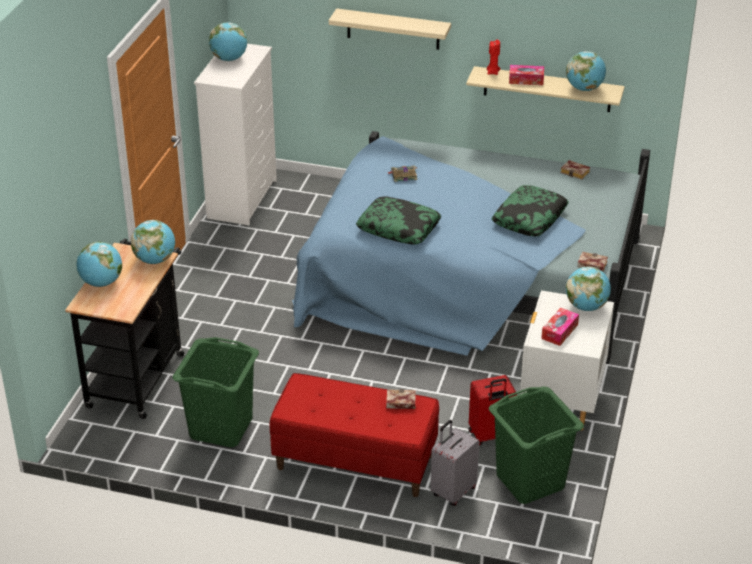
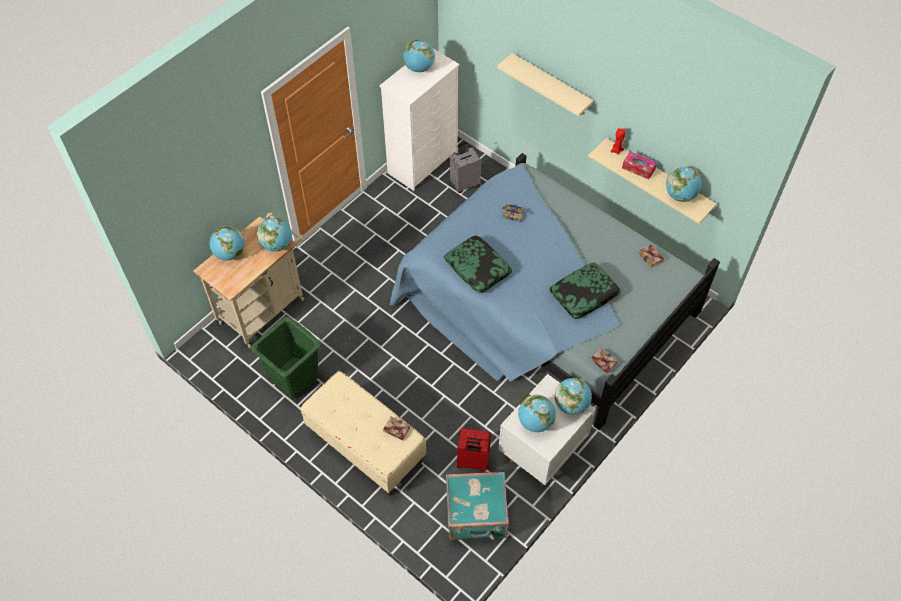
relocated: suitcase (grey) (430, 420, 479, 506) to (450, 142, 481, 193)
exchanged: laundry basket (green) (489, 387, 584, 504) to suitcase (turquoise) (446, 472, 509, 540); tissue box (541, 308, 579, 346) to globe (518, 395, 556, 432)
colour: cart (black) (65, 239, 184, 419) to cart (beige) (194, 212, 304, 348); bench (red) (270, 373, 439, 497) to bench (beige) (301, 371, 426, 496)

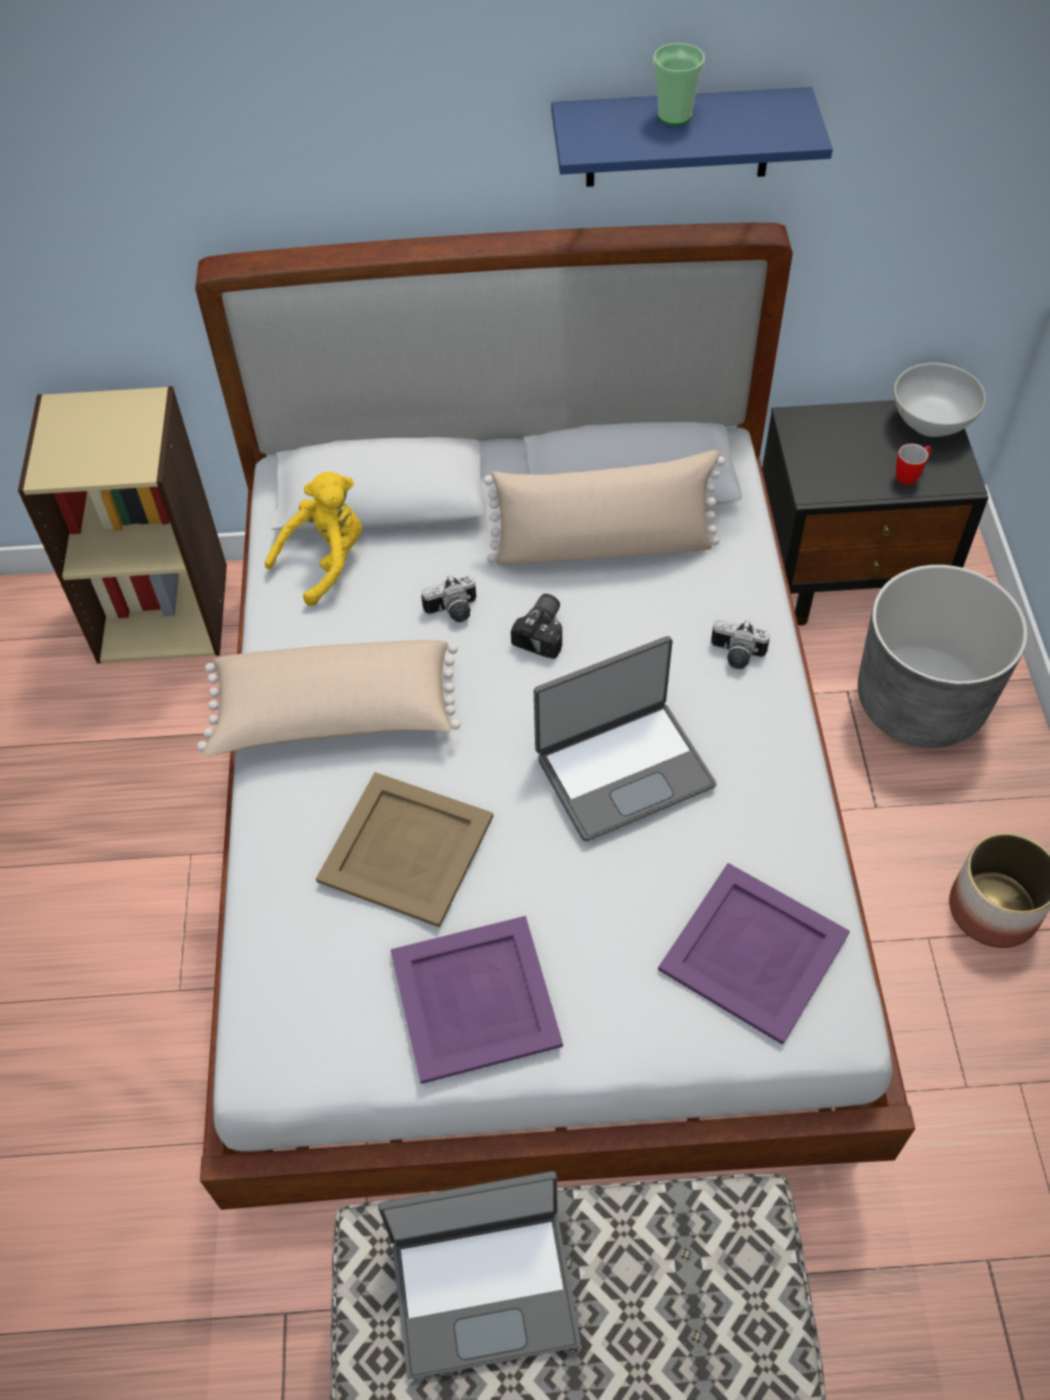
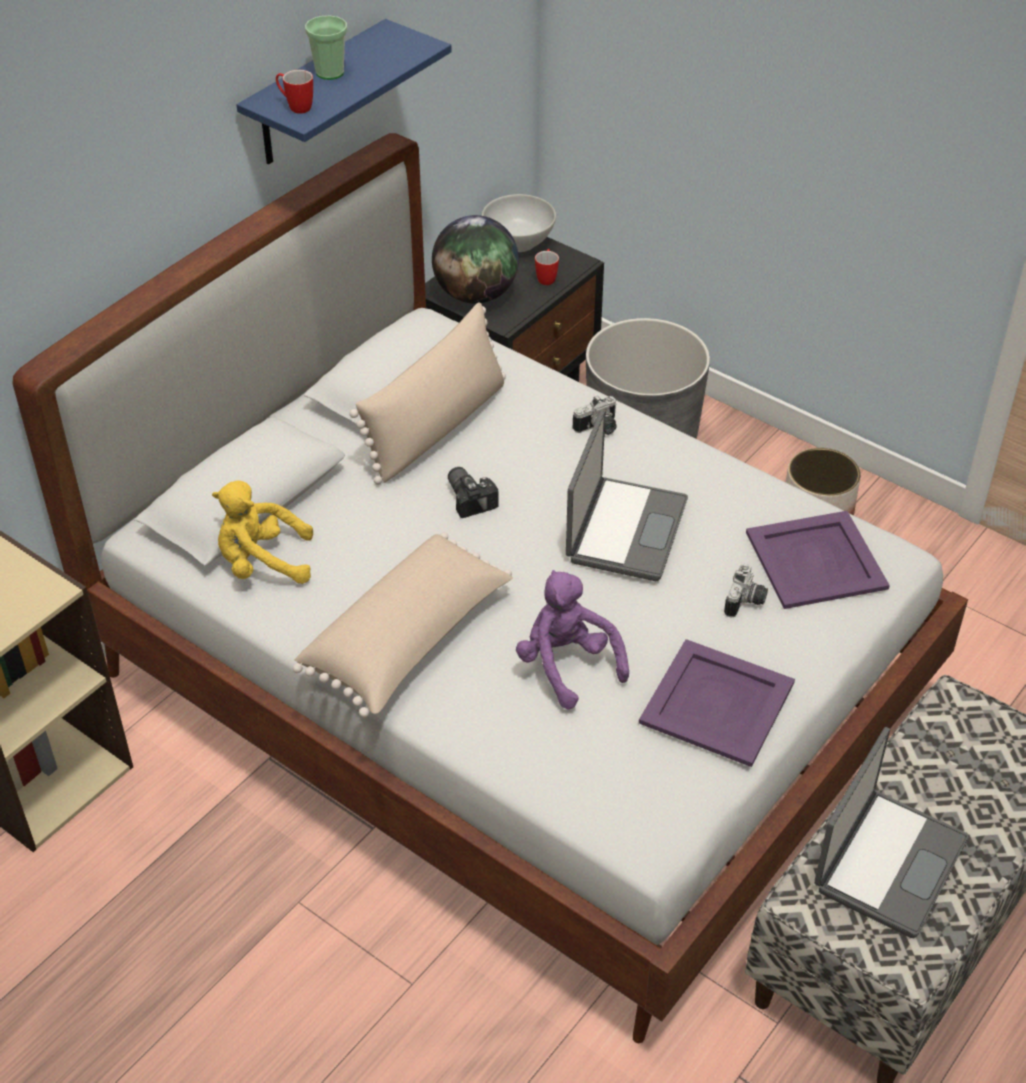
appeared: mug (276, 70, 313, 114); globe (432, 215, 519, 304)
relocated: photo camera (421, 575, 476, 622) to (724, 564, 768, 618)
exchanged: tray (beige) (316, 772, 493, 928) to plush toy (purple) (516, 570, 629, 710)
spun: plush toy (yellow) (265, 472, 362, 606) = (212, 480, 313, 584) 90 degrees counterclockwise

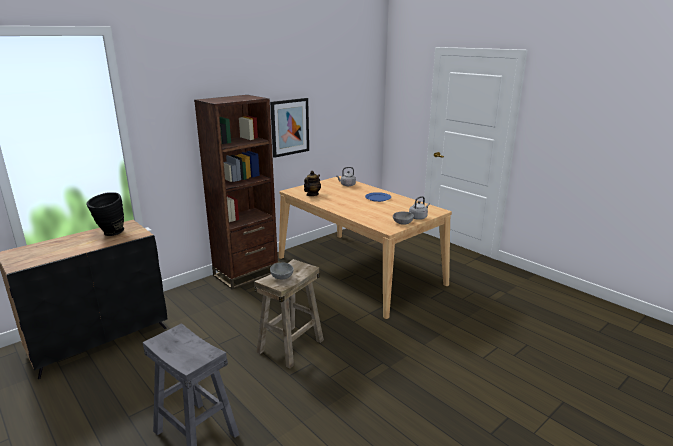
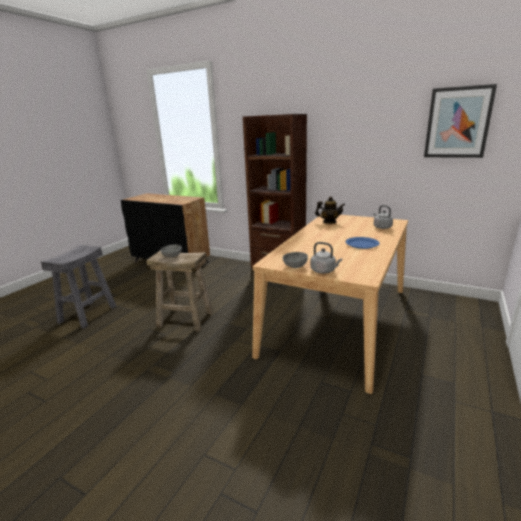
missing: vase (black) (86, 192, 124, 236)
relocated: picture (270, 98, 309, 158) to (424, 84, 497, 158)

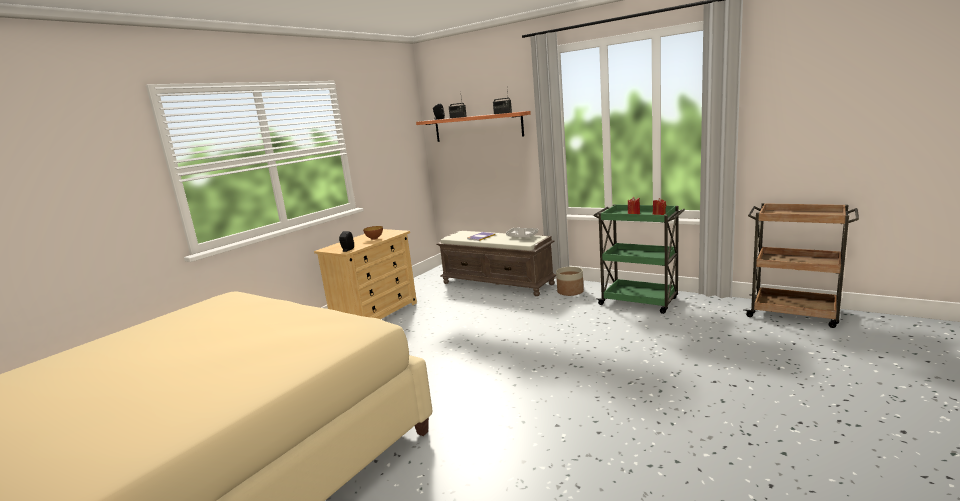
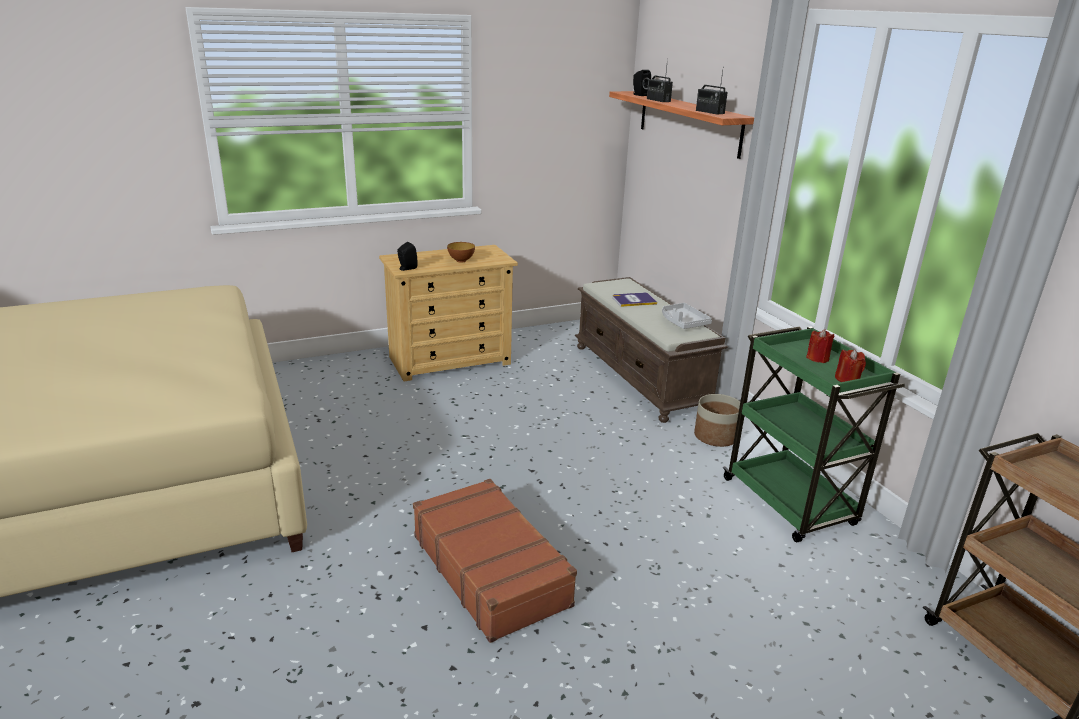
appeared: suitcase (brown) (413, 479, 577, 643)

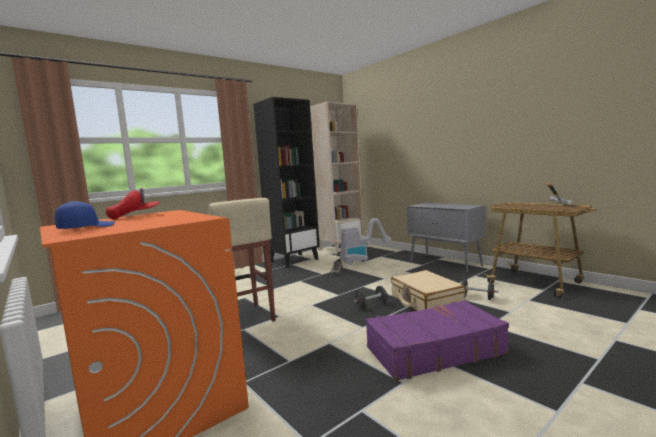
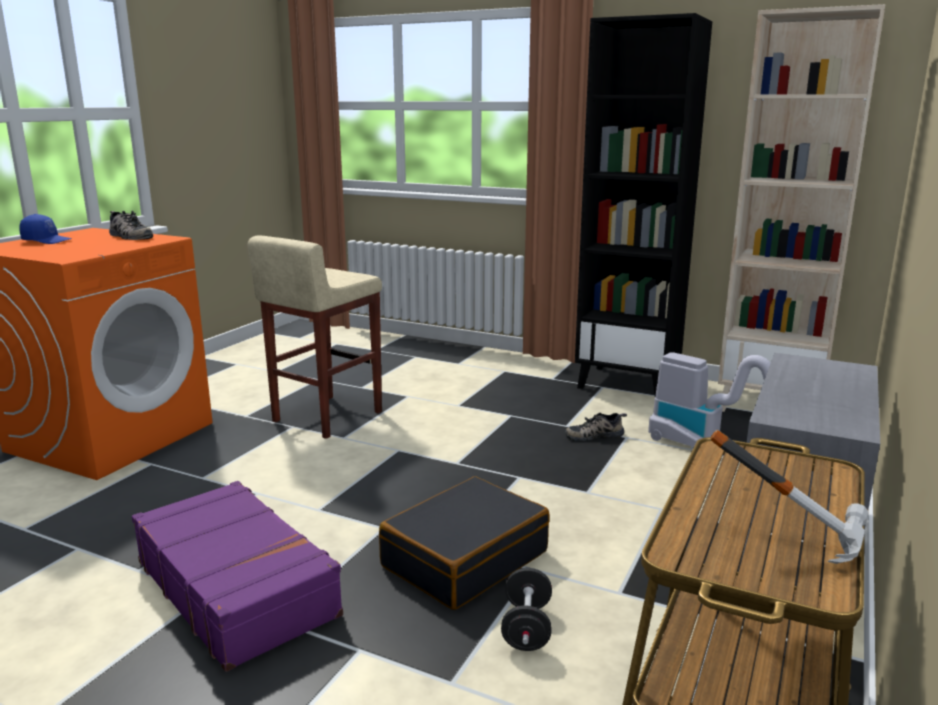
missing: dumbbell (black) (354, 286, 388, 309)
exchanged: cap (red) (105, 188, 160, 219) to shoe (109, 210, 153, 240)
colour: suitcase (beige) (391, 270, 466, 311) to suitcase (black) (379, 477, 550, 610)

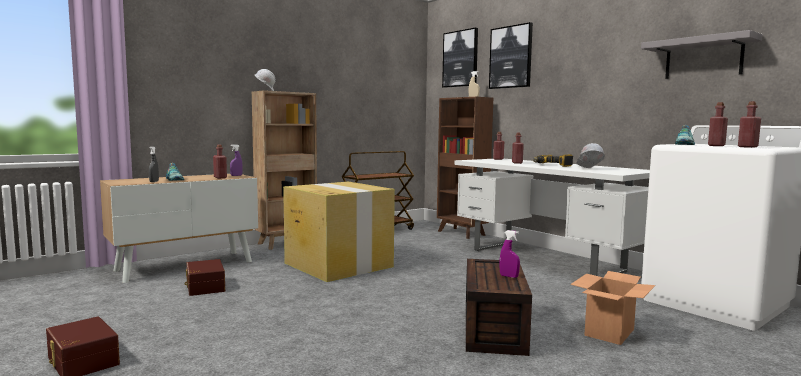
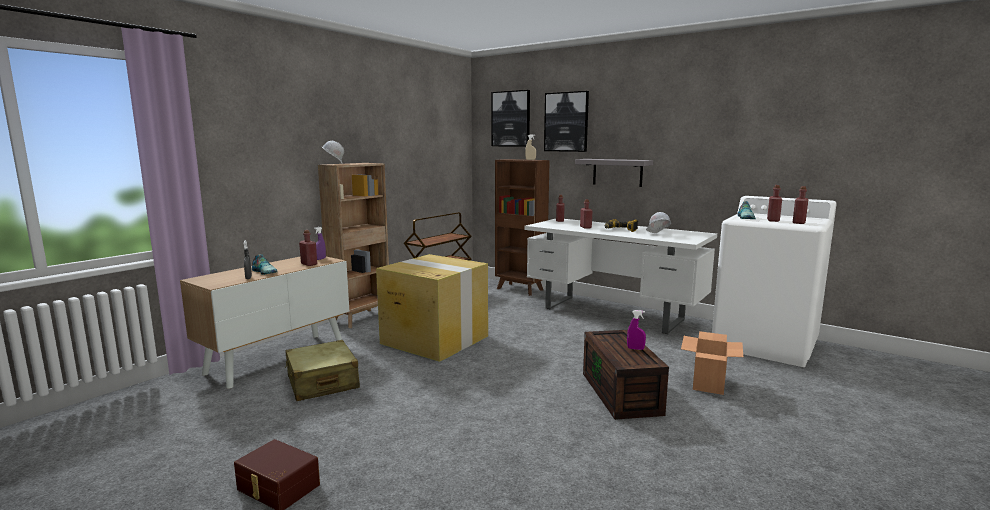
relocated: shelf (grey) (641, 30, 763, 79) to (575, 159, 653, 187)
exchanged: storage box (brown) (185, 259, 225, 296) to suitcase (beige) (285, 340, 360, 401)

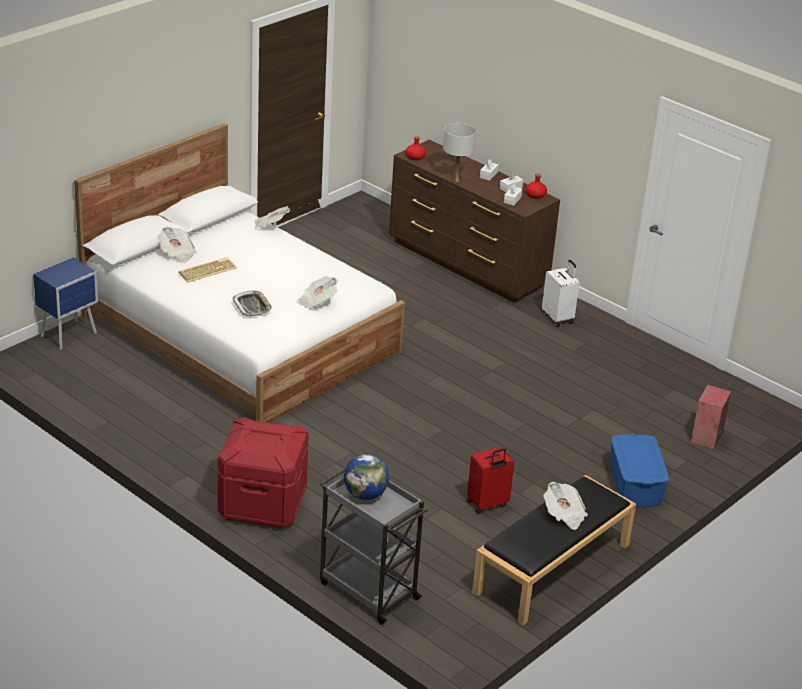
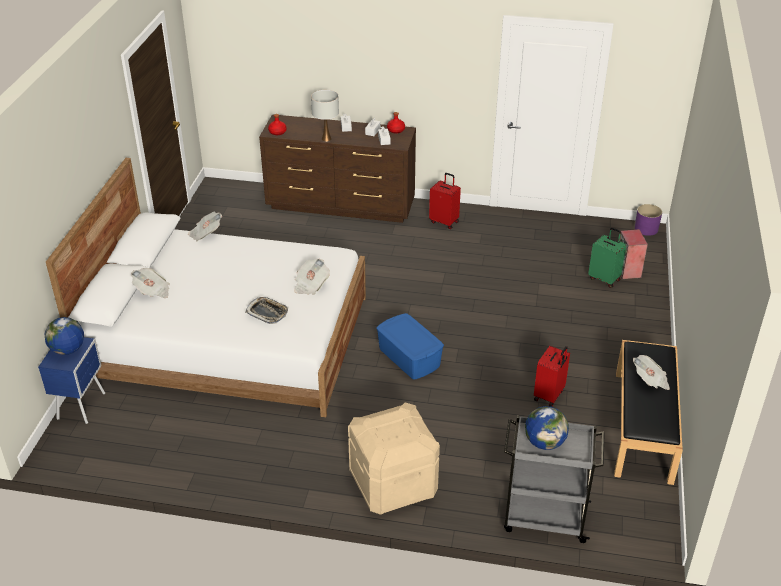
missing: keyboard (178, 257, 237, 282)
appeared: globe (44, 317, 84, 355); suitcase (green) (588, 227, 626, 288); planter (purple) (635, 204, 662, 236)
relocated: storage box (blue) (610, 434, 669, 507) to (377, 313, 444, 380)
colour: storage box (red) (218, 417, 309, 528) to storage box (beige) (348, 402, 440, 515); suitcase (white) (542, 260, 579, 327) to suitcase (red) (429, 173, 461, 229)

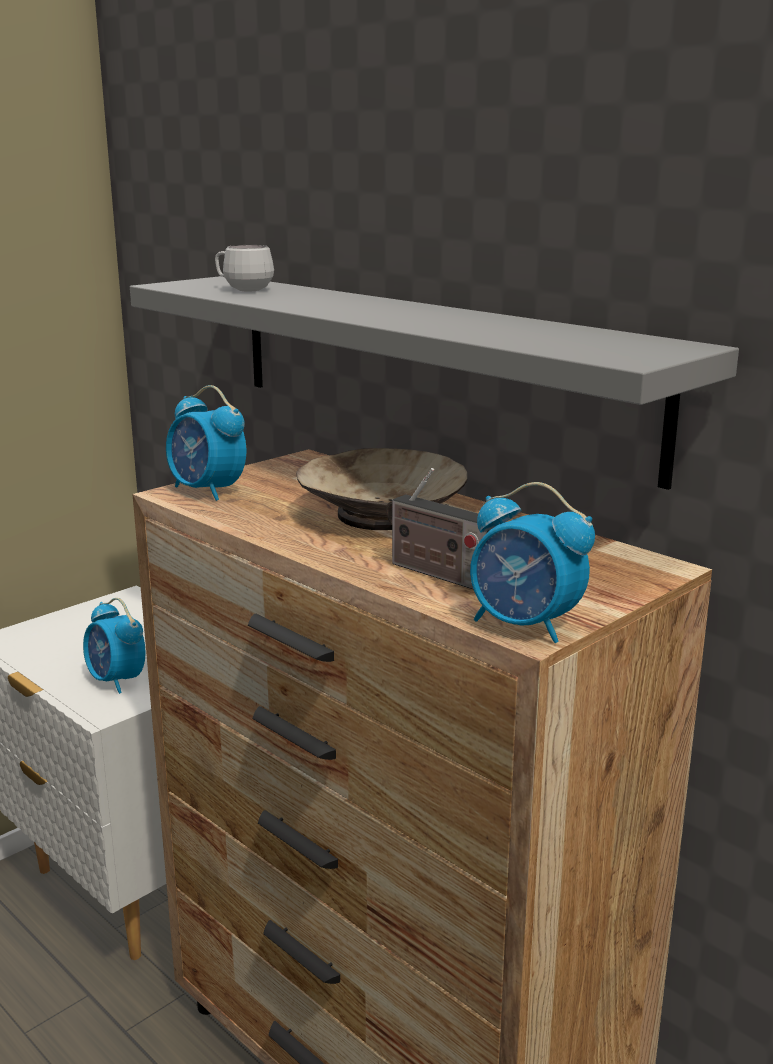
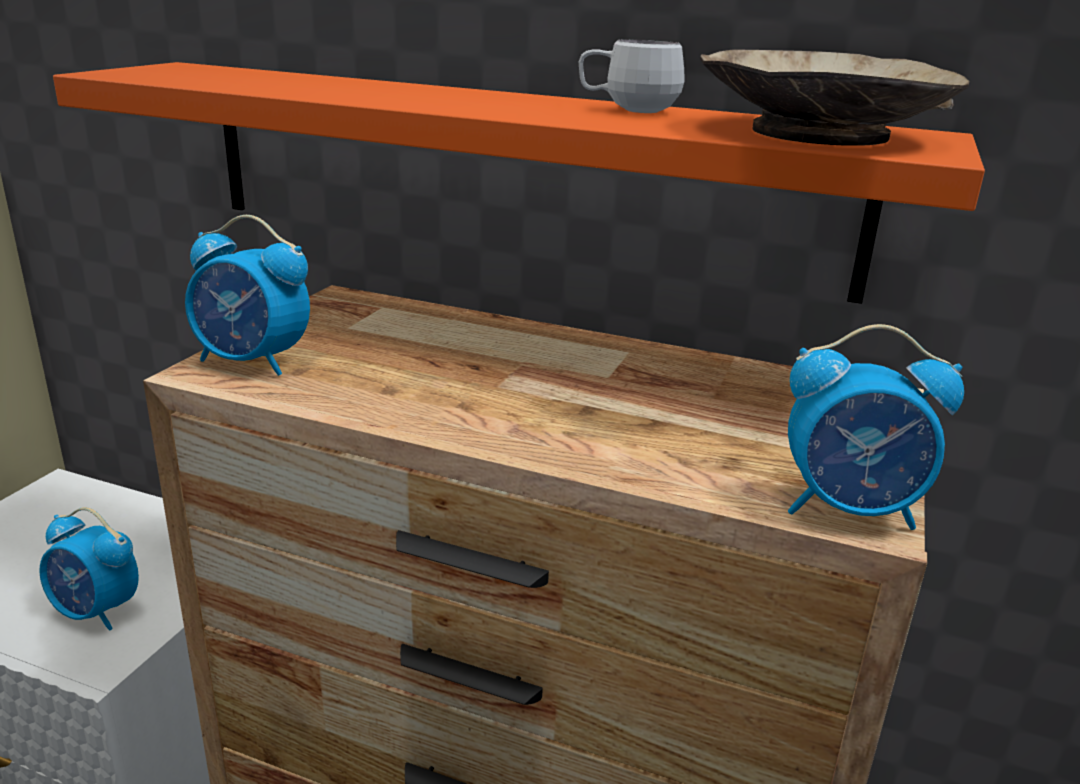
missing: radio (386, 468, 490, 590)
relocated: mug (white) (215, 245, 274, 291) to (579, 39, 685, 113); bowl (beige) (296, 448, 467, 530) to (700, 50, 969, 146)
colour: shelf (grey) (130, 276, 739, 490) to shelf (orange) (53, 62, 985, 304)

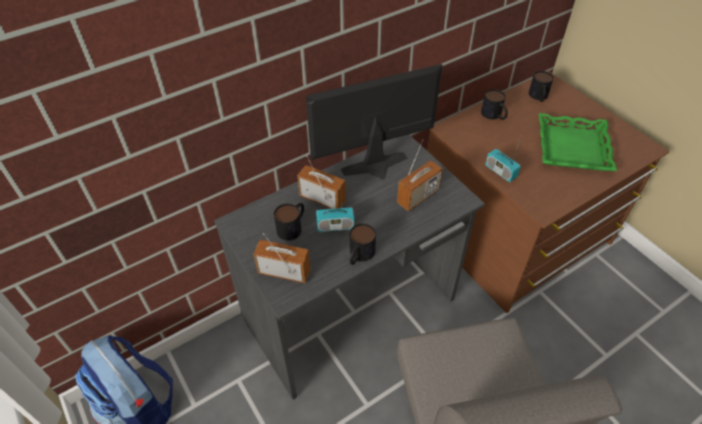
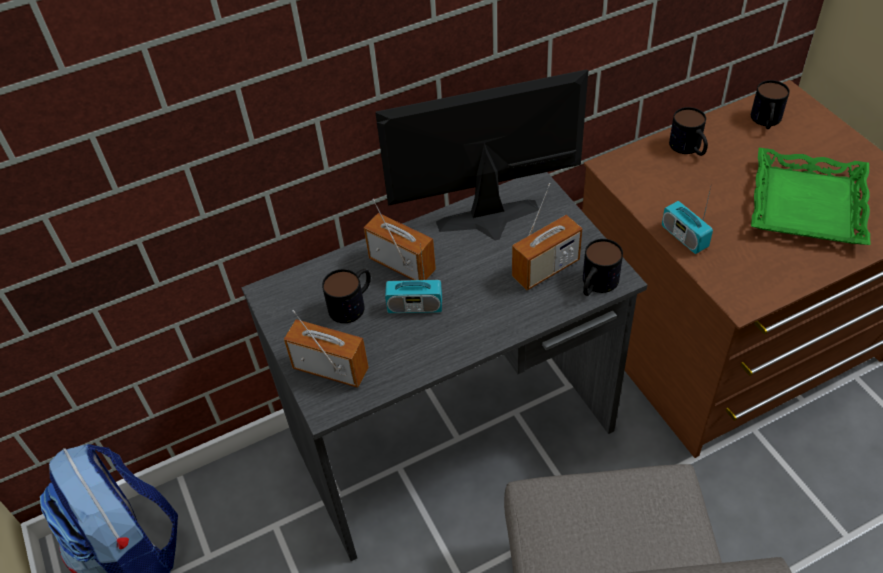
relocated: mug (350, 224, 376, 265) to (583, 239, 623, 296)

